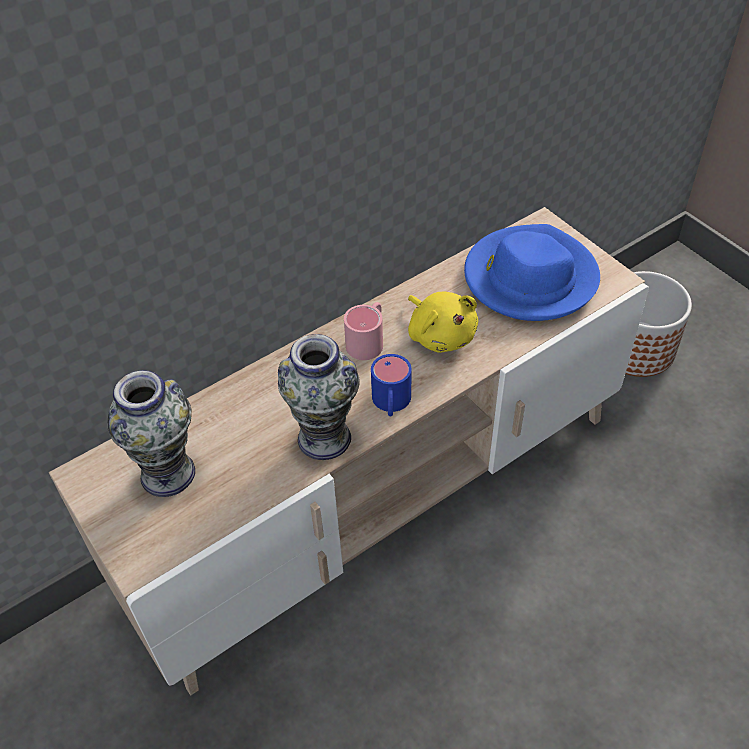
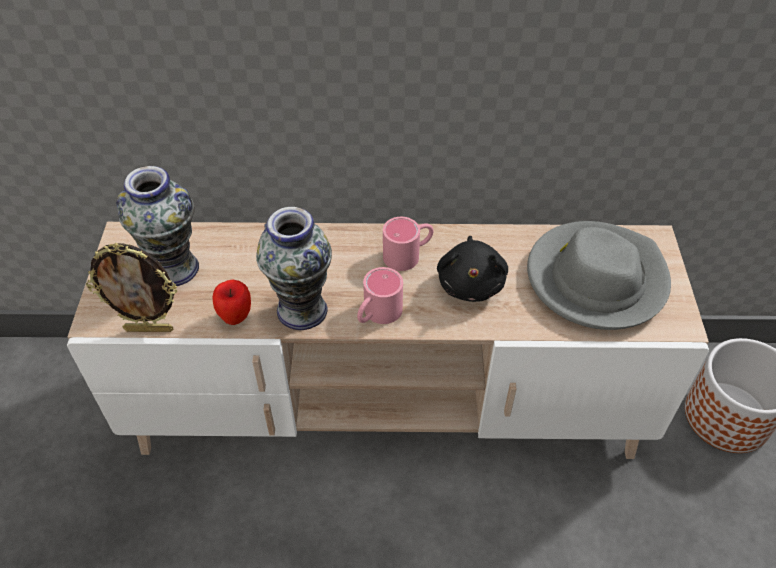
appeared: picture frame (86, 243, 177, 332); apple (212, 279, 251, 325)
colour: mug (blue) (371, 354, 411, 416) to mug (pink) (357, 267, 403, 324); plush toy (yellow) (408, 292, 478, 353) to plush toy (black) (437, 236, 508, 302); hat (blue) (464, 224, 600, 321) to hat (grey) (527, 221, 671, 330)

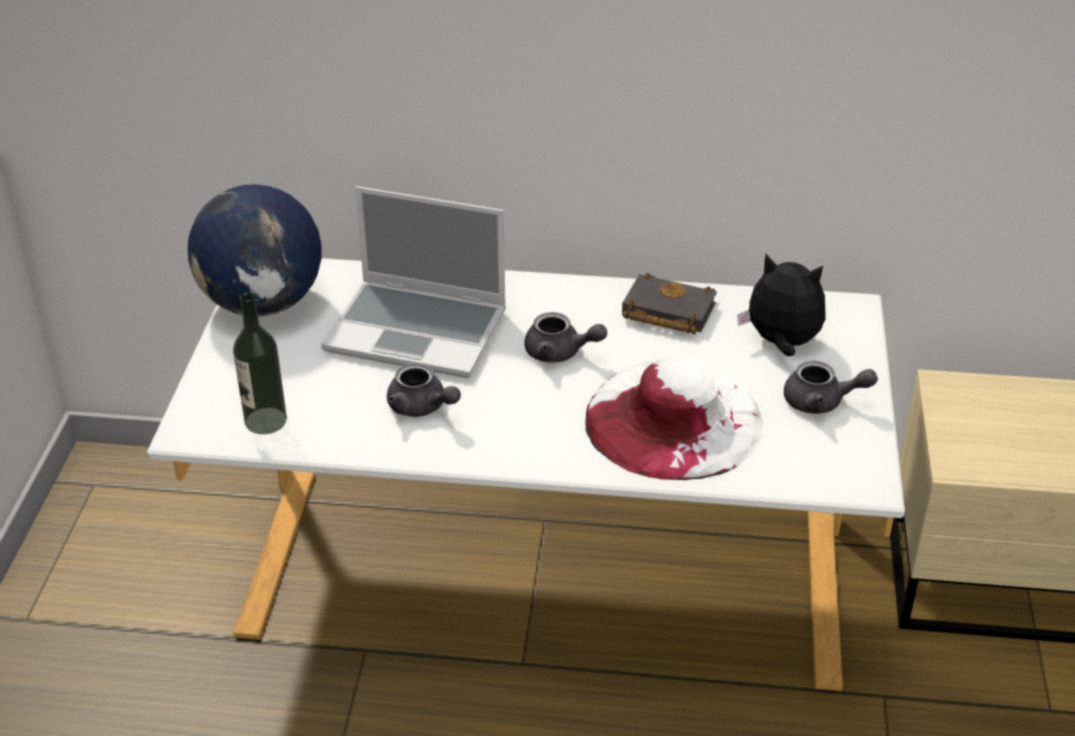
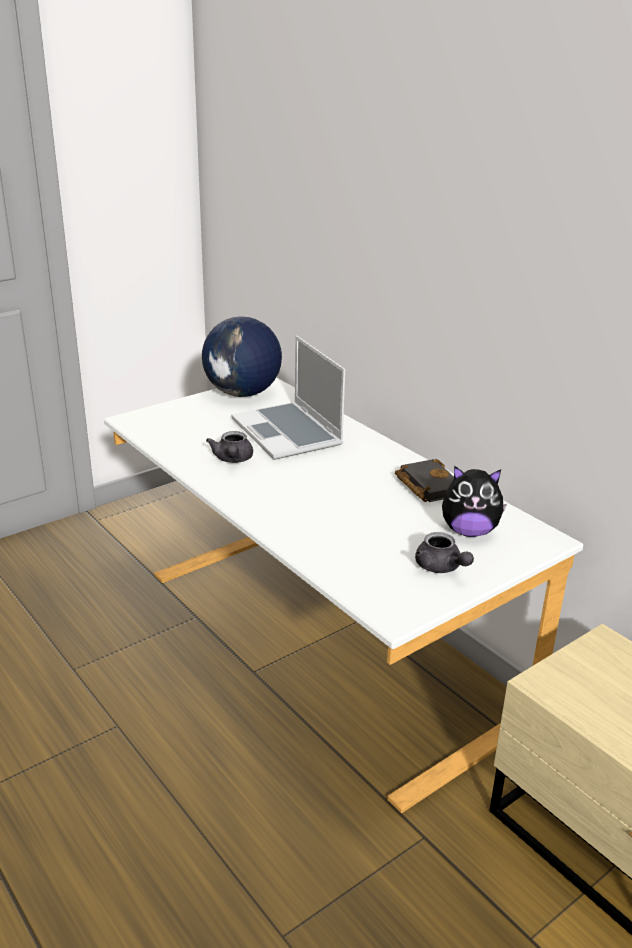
missing: bottle (233, 293, 287, 434); teapot (grey) (524, 312, 607, 363); hat (white) (585, 358, 763, 480)
spun: plush toy (737, 254, 826, 356) = (442, 466, 507, 537) 120 degrees clockwise

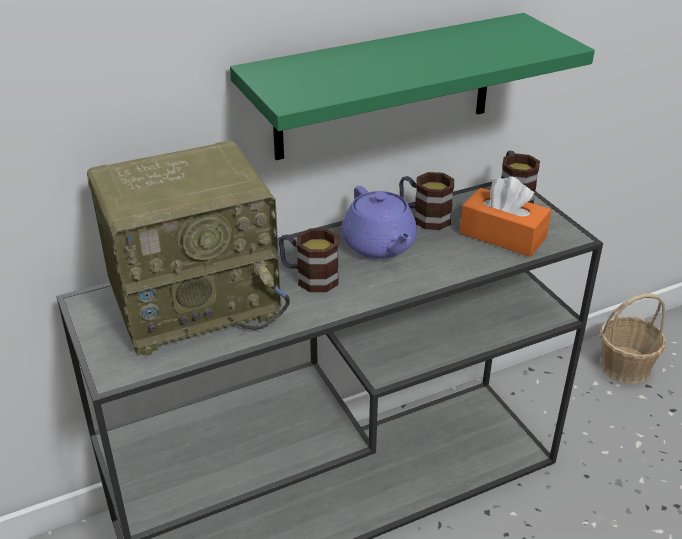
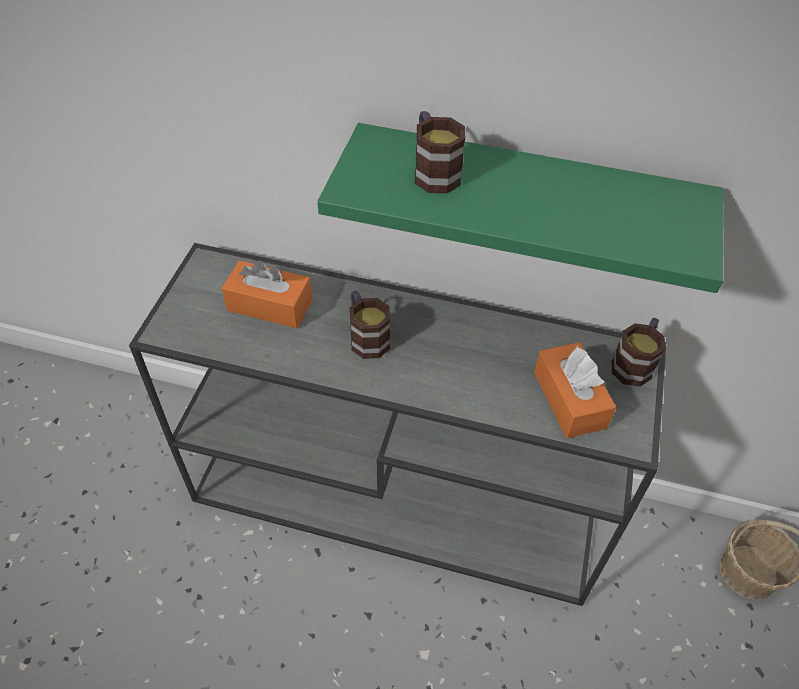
missing: teapot (purple) (342, 186, 417, 259)
relocated: mug (399, 172, 454, 230) to (415, 111, 465, 193)
exchanged: radio (87, 140, 290, 356) to tissue box (orange) (222, 260, 312, 328)

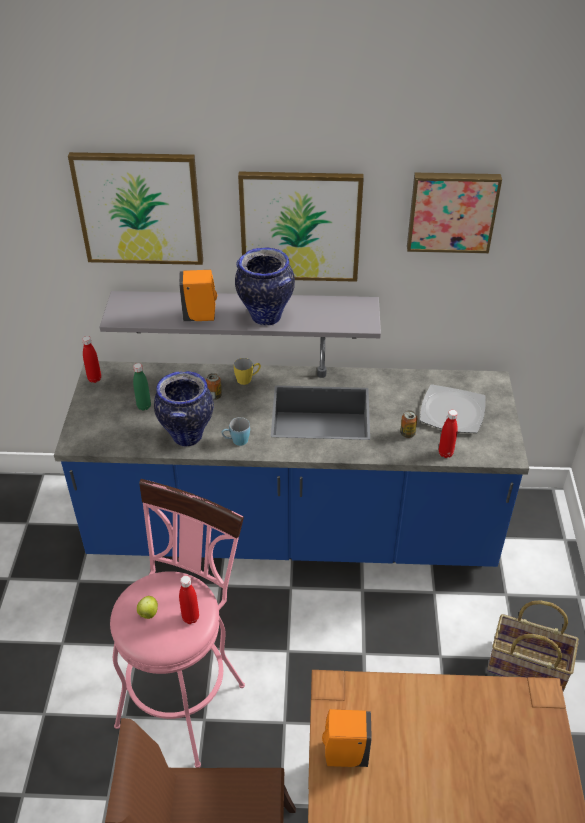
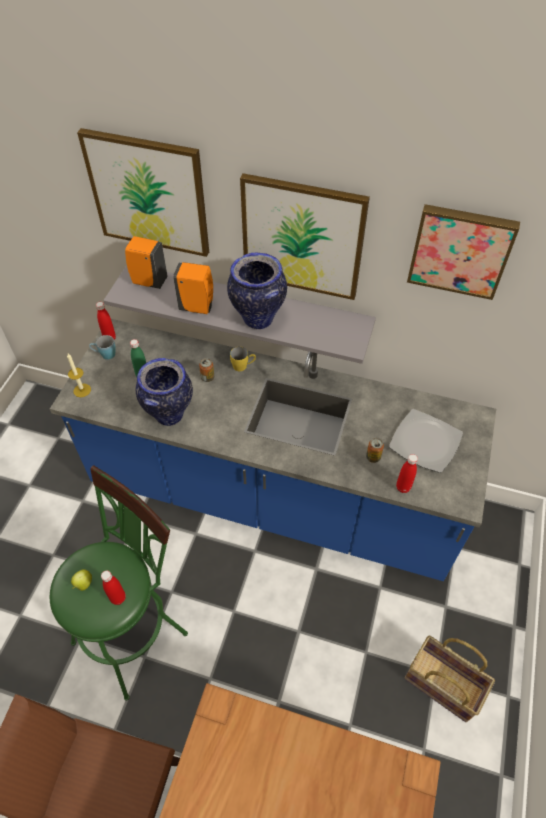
appeared: candle (67, 354, 91, 397)
relocated: mug (blue) (221, 417, 250, 446) to (89, 335, 115, 360); soap dispenser (orange) (322, 709, 372, 767) to (125, 236, 167, 289)
colour: stool (pink) (110, 479, 245, 768) to stool (green) (50, 465, 188, 701)

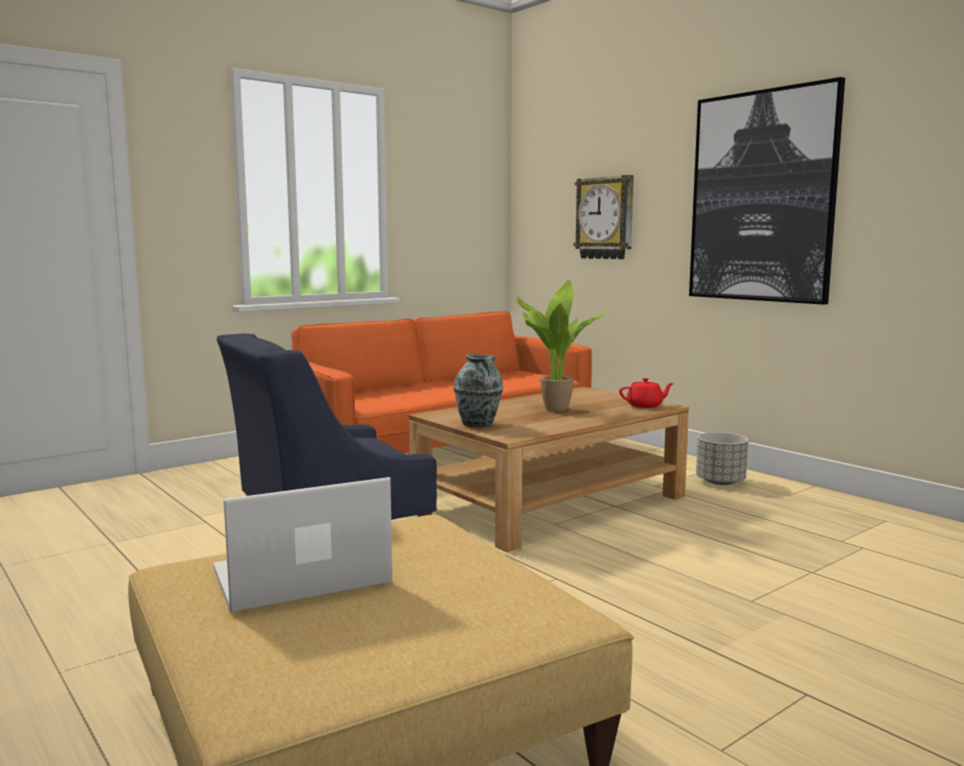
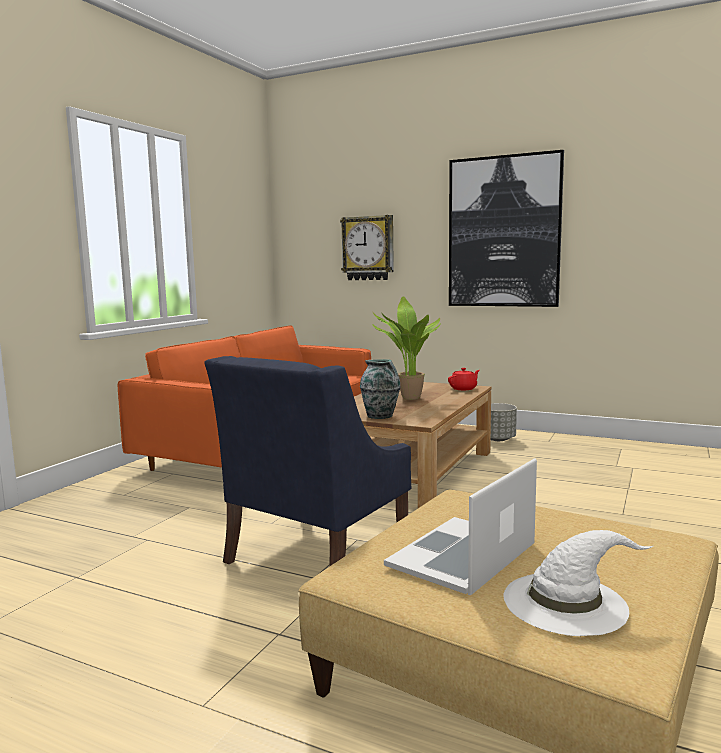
appeared: hat (white) (503, 530, 653, 636)

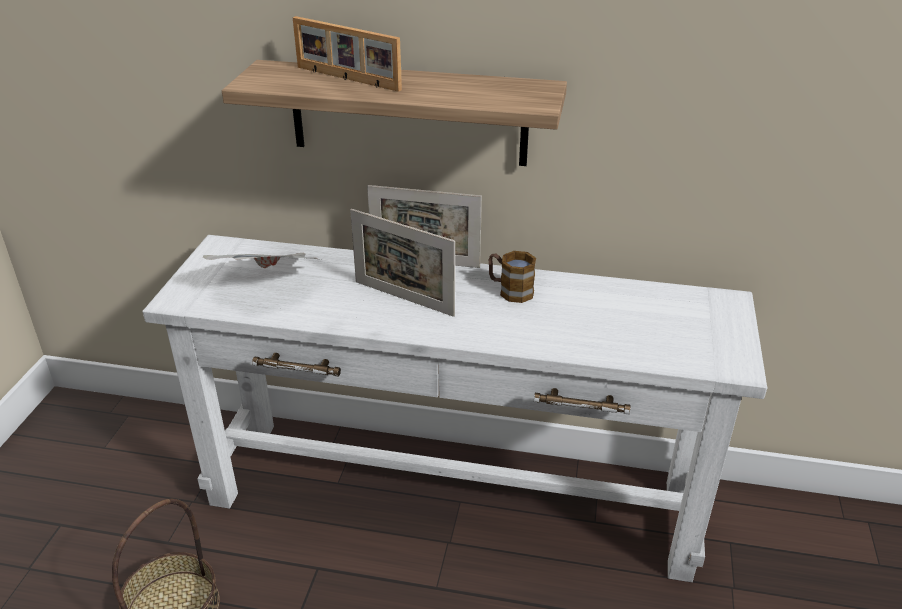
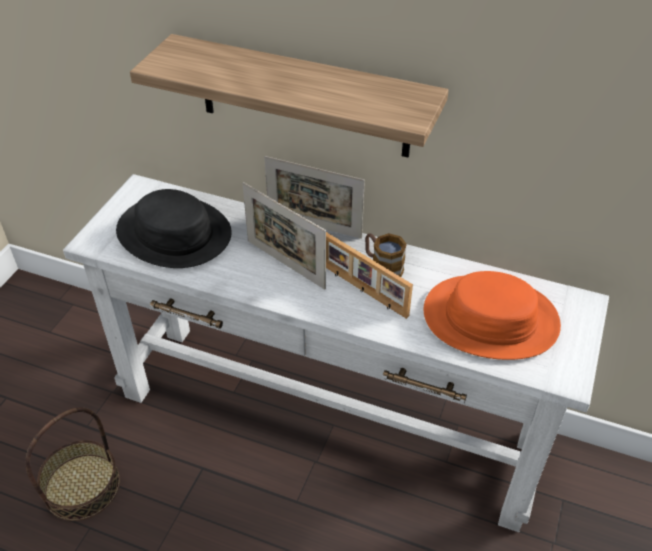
appeared: hat (orange) (424, 271, 561, 360)
relocated: picture frame (293, 16, 402, 92) to (326, 232, 413, 319)
exchanged: newspaper (203, 253, 321, 268) to hat (black) (116, 189, 232, 268)

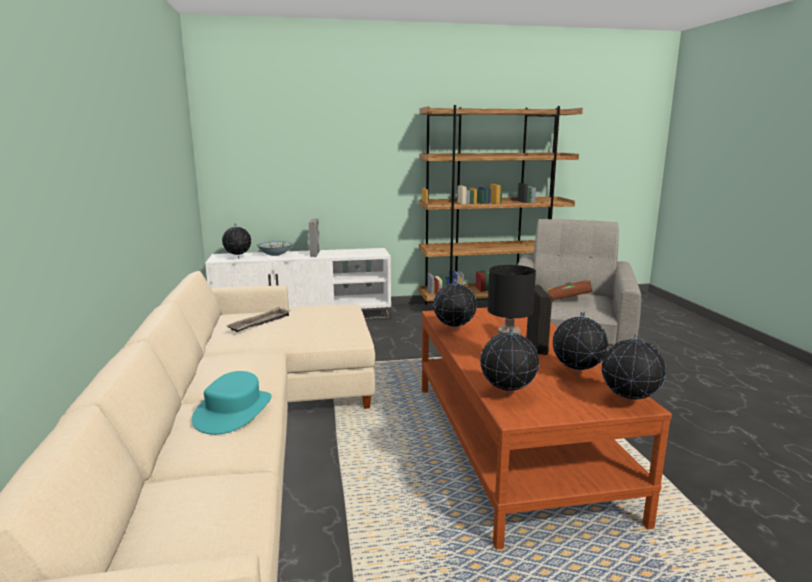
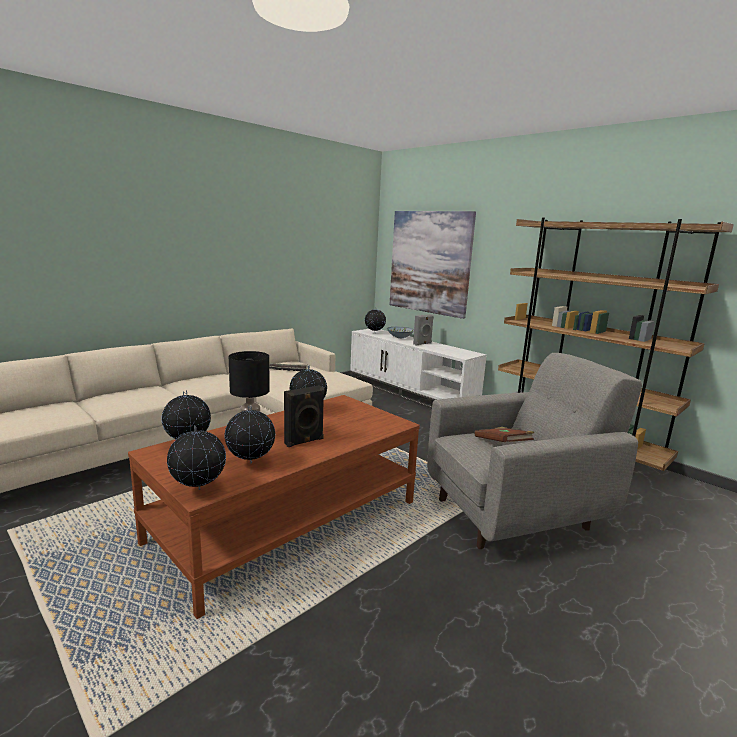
missing: hat (turquoise) (192, 371, 272, 435)
appeared: picture (389, 211, 476, 319)

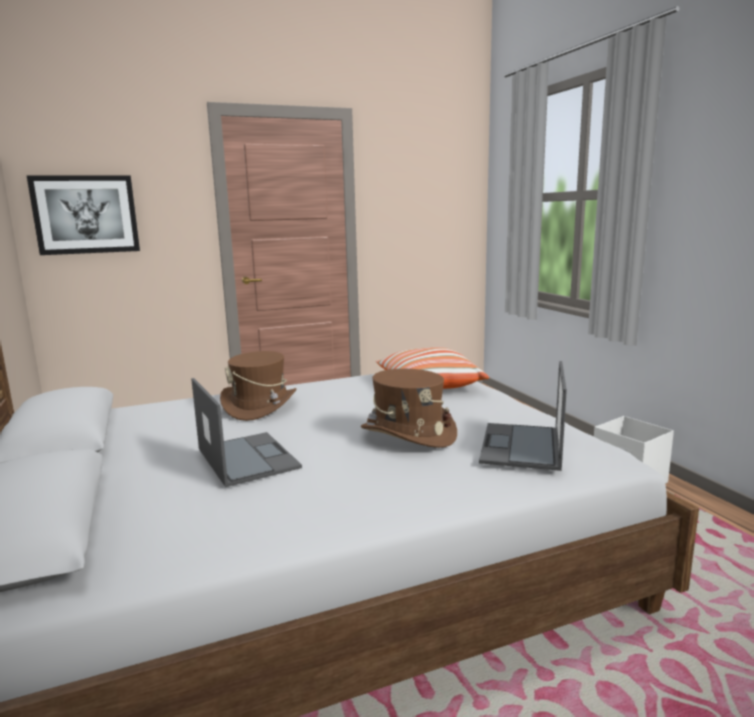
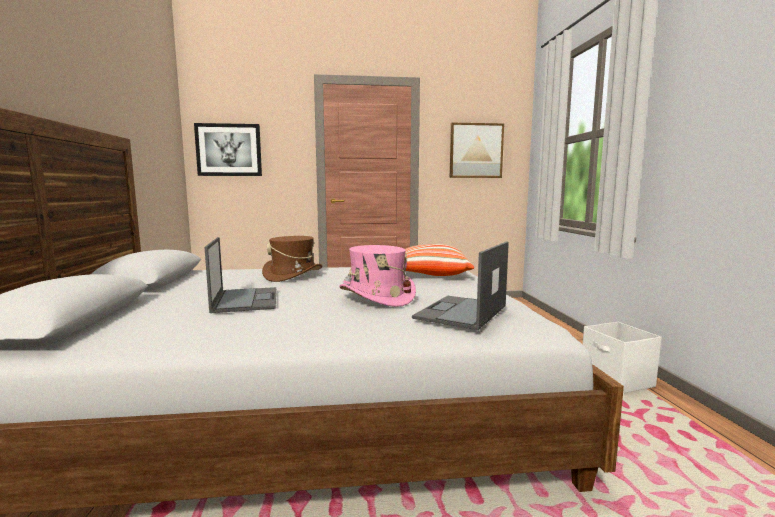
appeared: picture (450, 123, 504, 178)
colour: hat (brown) (361, 369, 457, 448) to hat (pink) (339, 245, 416, 307)

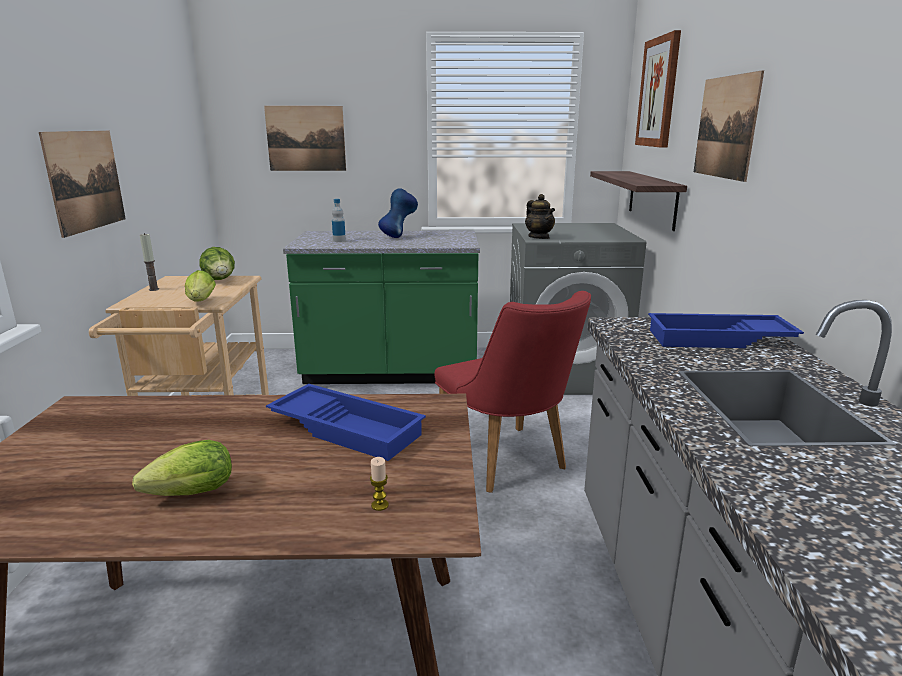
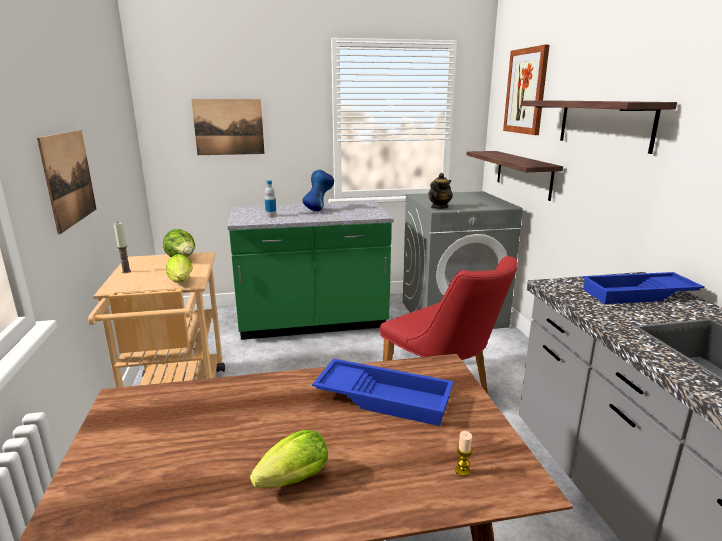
exchanged: picture (694, 70, 764, 182) to shelf (521, 101, 677, 154)
spun: teapot (525, 194, 555, 239) = (428, 173, 453, 209) 105 degrees counterclockwise

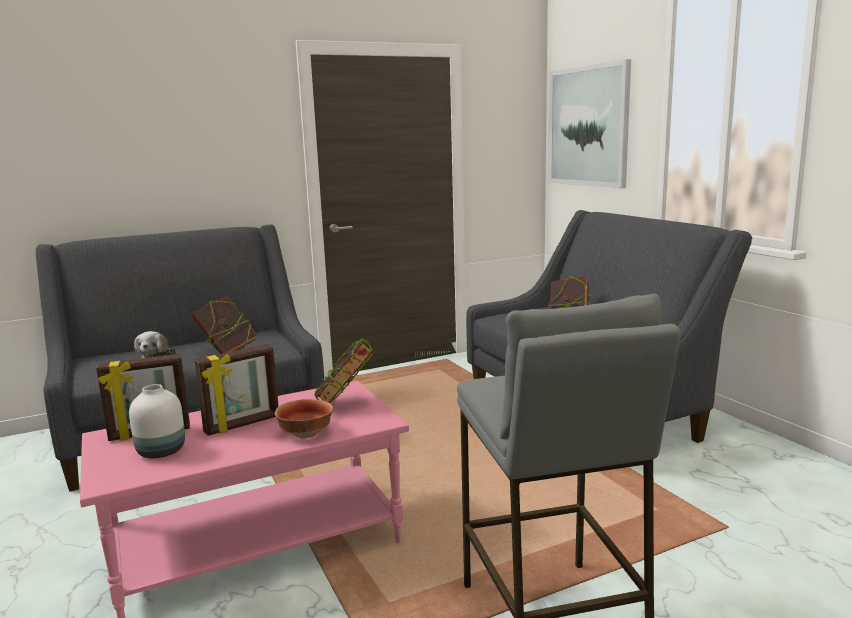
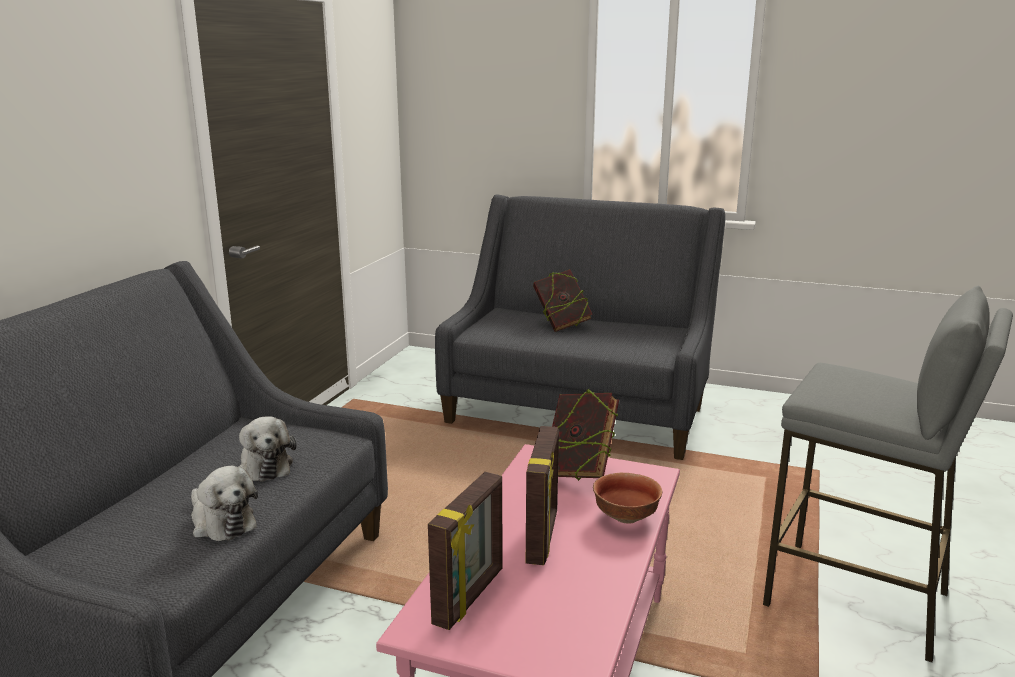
missing: vase (white) (129, 384, 185, 458); picture (549, 59, 631, 188)
exchanged: book (192, 296, 257, 354) to plush toy (239, 416, 297, 482)

